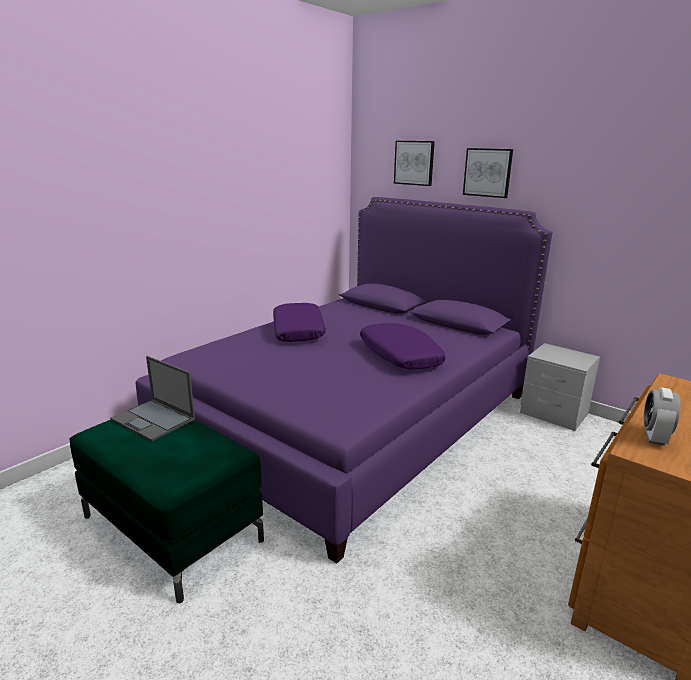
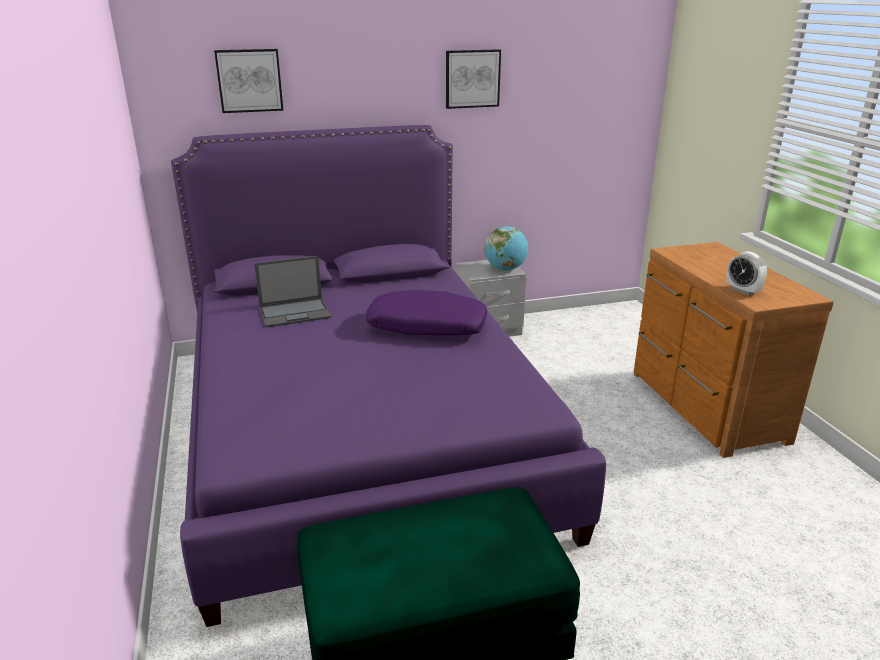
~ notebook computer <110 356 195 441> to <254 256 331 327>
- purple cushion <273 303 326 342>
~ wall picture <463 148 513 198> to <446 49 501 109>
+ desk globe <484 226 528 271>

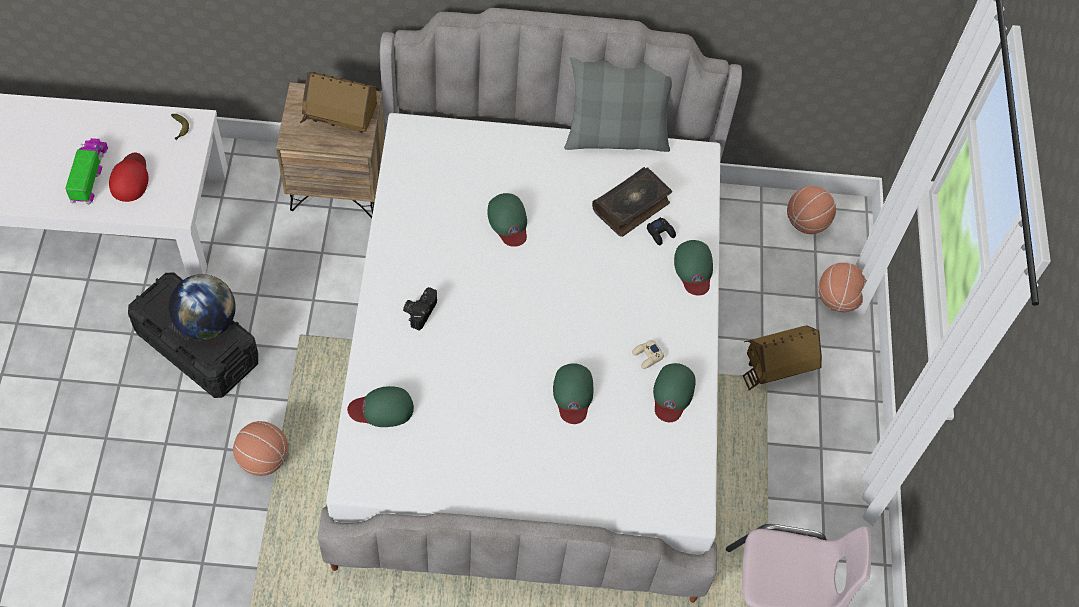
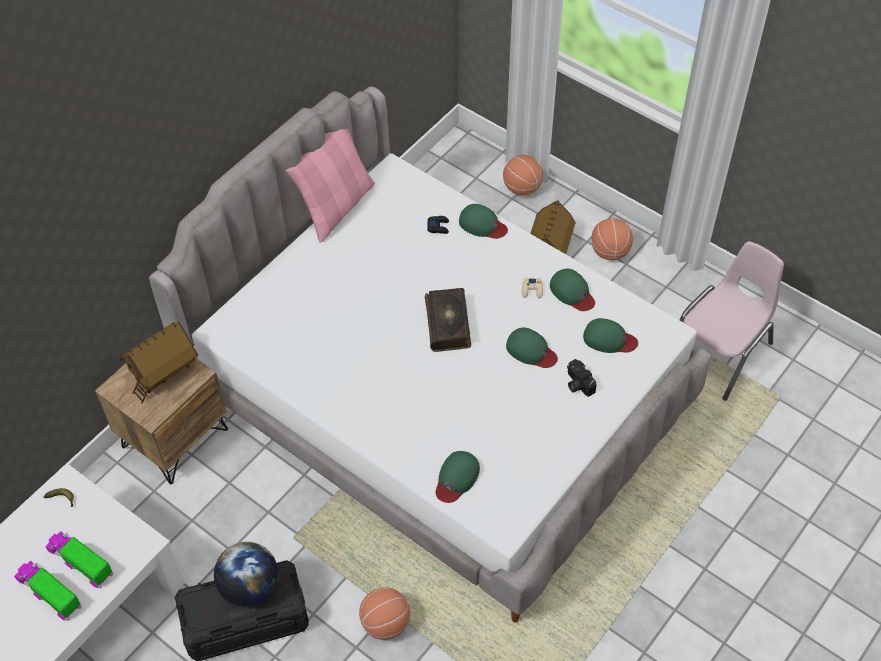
~ reddish cap <109 153 149 202> to toy truck <45 531 113 588>
~ still camera <403 287 437 330> to <567 359 597 397>
~ green cap <487 193 527 247> to <583 318 638 353>
~ grey cushion <564 57 672 152> to pinkish cushion <286 128 375 243>
~ book <592 167 672 237> to <425 288 471 352>
~ ball for basketball <787 186 836 234> to <591 218 633 260>

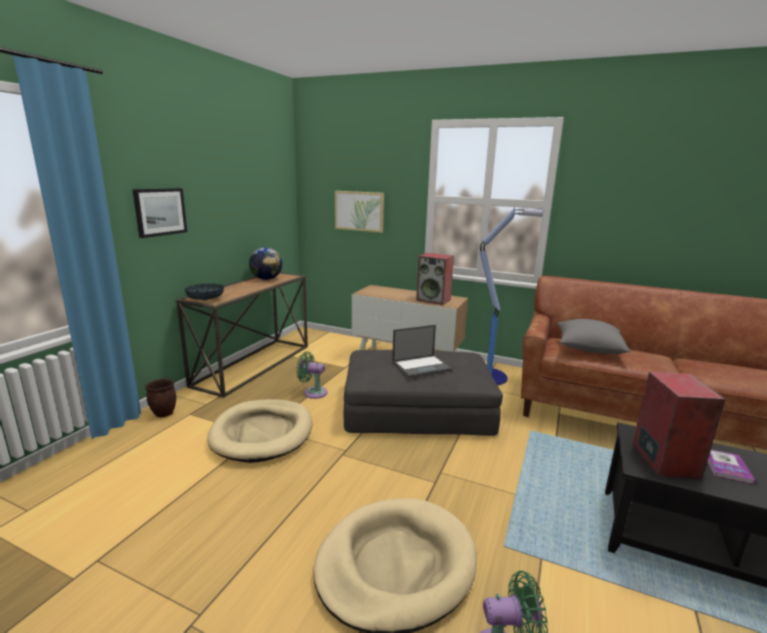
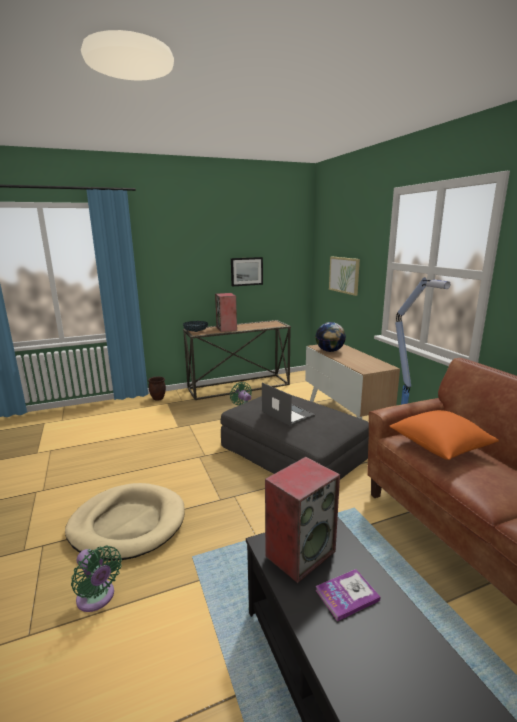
~ wall picture <132 188 187 238> to <231 257 263 286>
- beige-coloured dog cushion <207 399 312 463>
~ desk globe <249 247 282 280> to <315 322 346 352>
~ notebook computer <392 325 452 378> = <262 383 315 426> 150 degrees counterclockwise
~ audio speaker <416 253 454 305> to <215 293 237 332>
~ grey cushion <557 319 631 354> to orangey cushion <389 410 499 460>

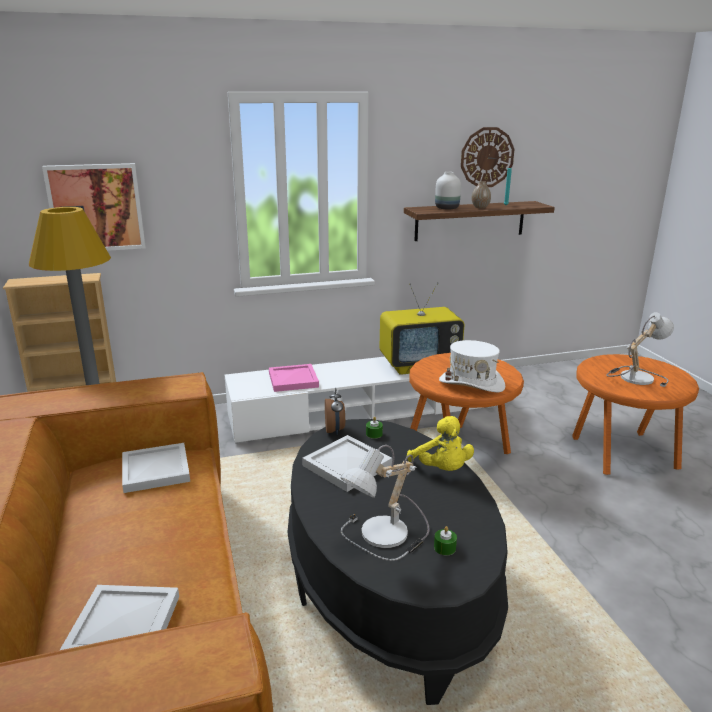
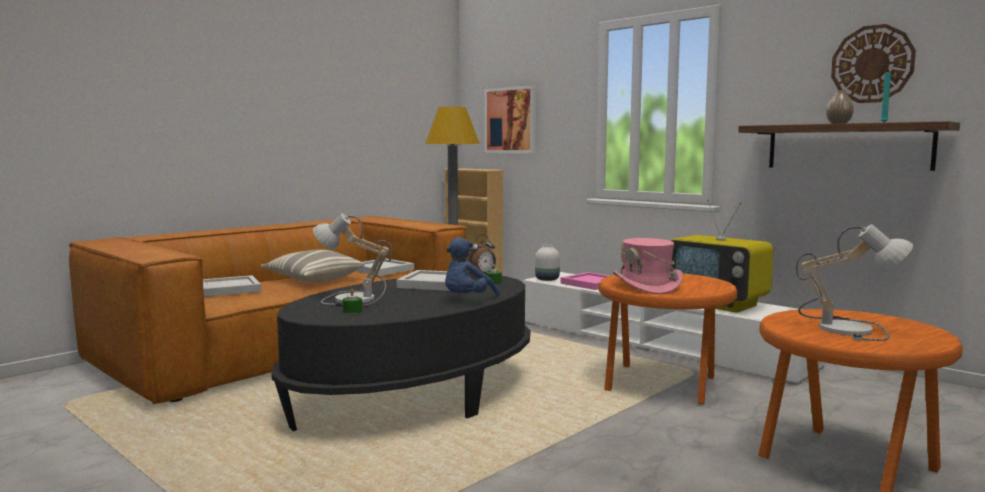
~ yellow-coloured plush toy <407 416 474 471> to blue plush toy <445 237 500 296>
~ whitish flower vase <435 172 461 209> to <535 244 560 281>
~ whitish wearable hat <439 340 506 392> to pinkish wearable hat <613 238 683 294>
+ cushion <261 249 365 282>

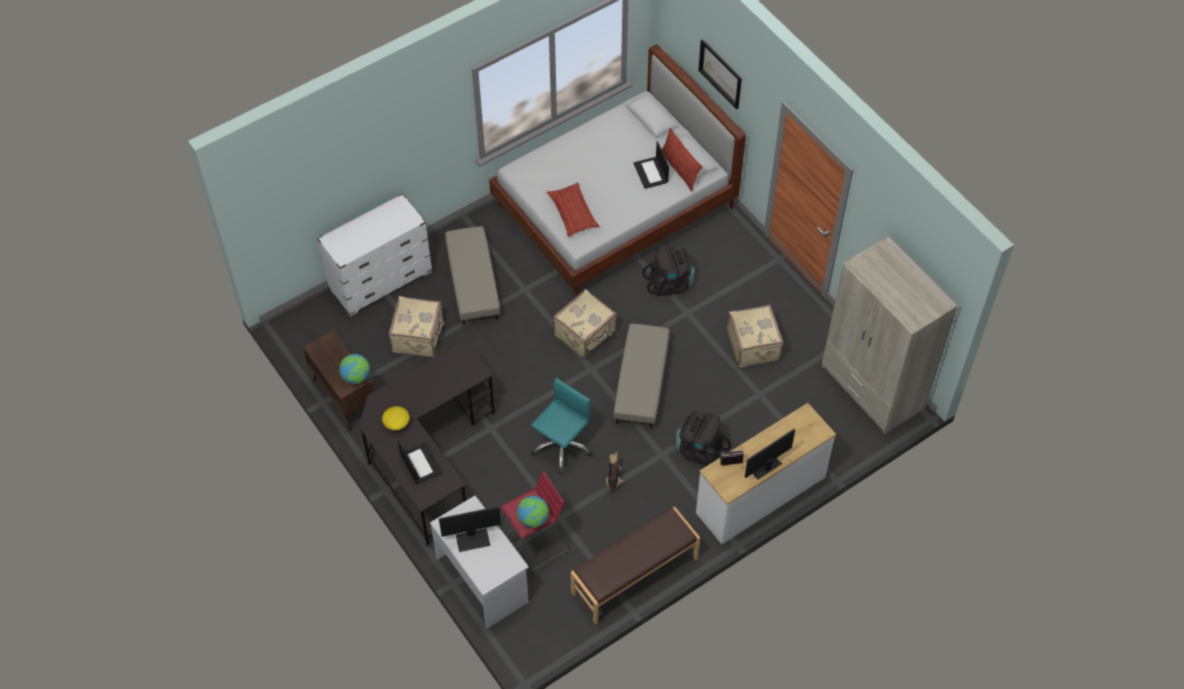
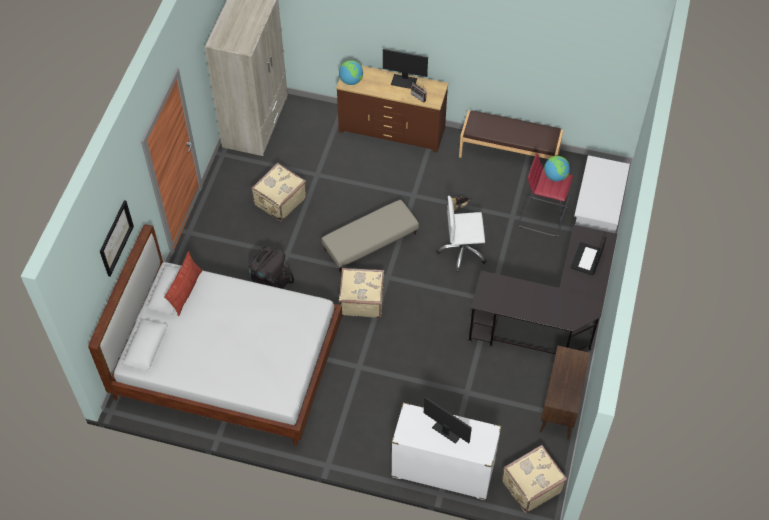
~ desk globe <339 354 370 384> to <339 60 363 85>
- yellow-coloured deep dish <382 406 410 430>
~ beige-coloured suitcase <388 296 445 357> to <502 445 567 513>
~ computer screen <439 506 501 552> to <424 397 472 444>
- beige-coloured ottoman <445 226 500 326>
~ blue-green desk chair <531 378 592 473> to whitish desk chair <437 196 486 272>
- cushion <547 183 599 237>
- notebook computer <633 141 669 189>
- black-coloured rucksack <676 412 731 466>
~ whitish chest of drawers <696 403 836 544> to brown-coloured chest of drawers <336 66 449 152>

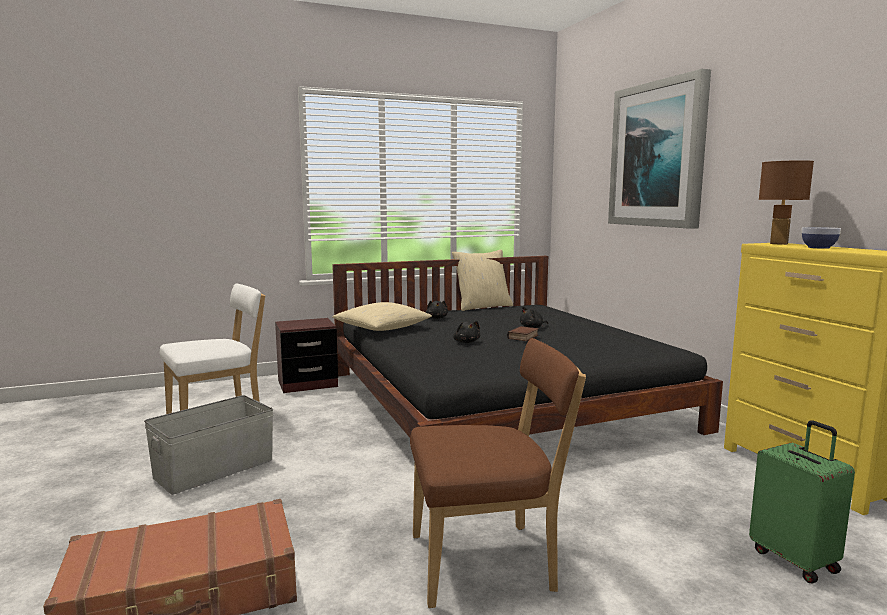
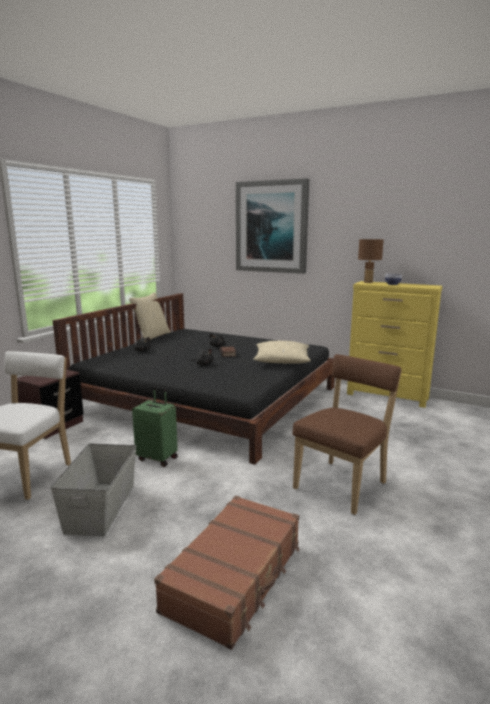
~ beige-coloured cushion <332 302 432 331> to <253 341 311 364>
~ green suitcase <749 420 855 584> to <132 386 178 467>

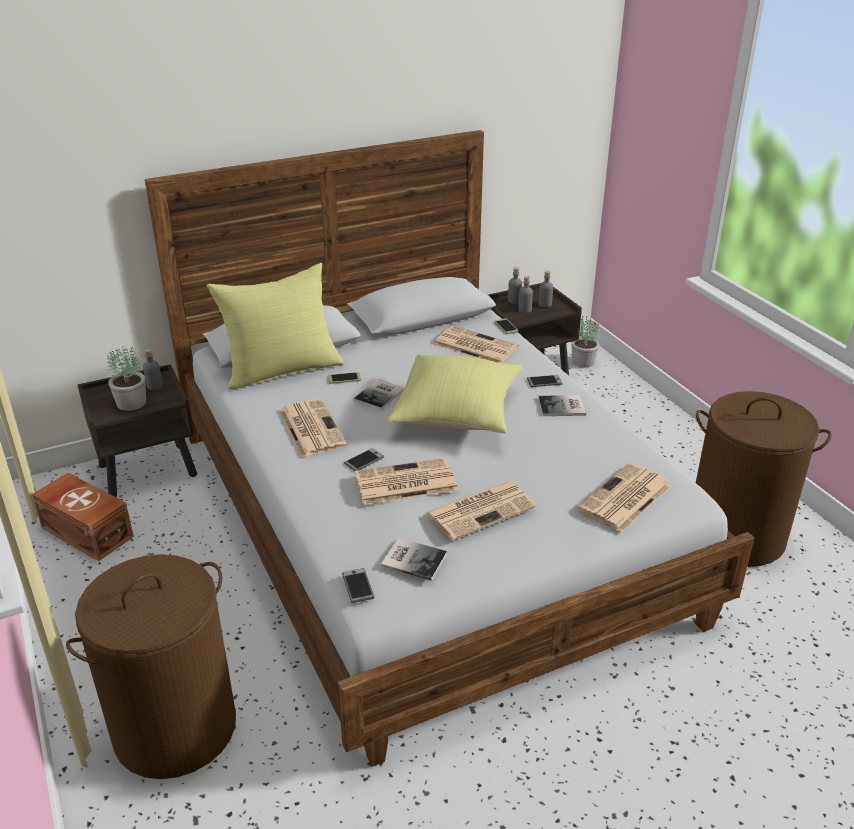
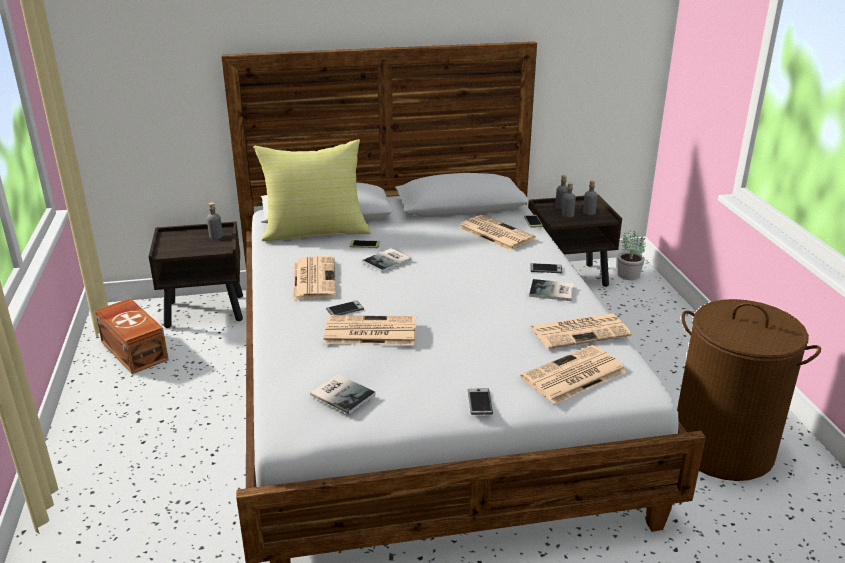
- brown-coloured washing basket <66 554 236 779>
- houseplant <107 346 146 411>
~ telephone <342 568 375 603> to <468 389 493 415>
- yellow-coloured cushion <387 354 523 434>
~ newspaper <425 481 536 541> to <531 313 632 349>

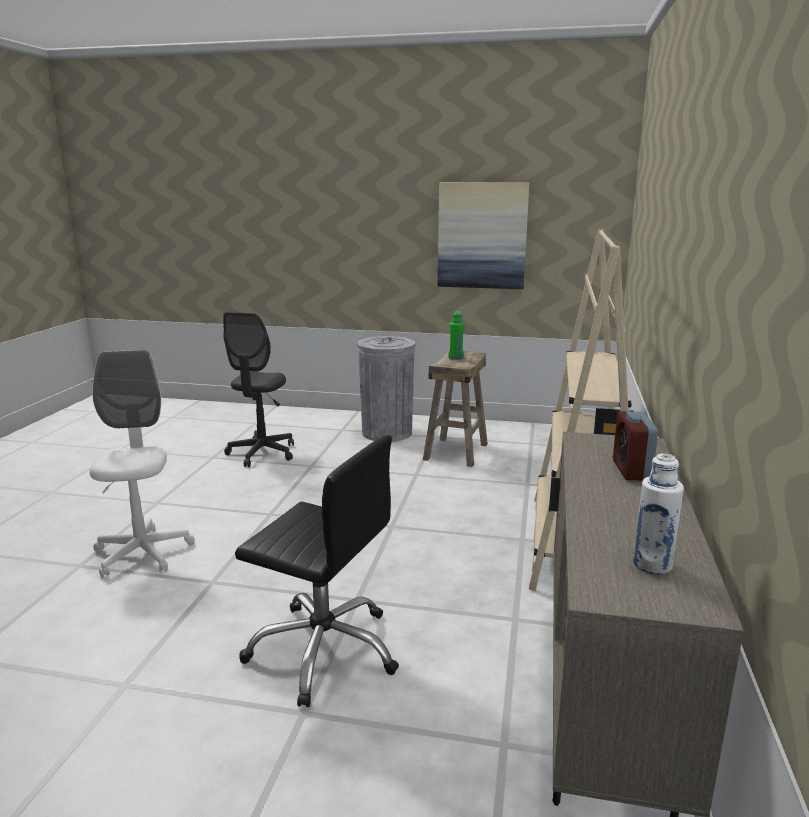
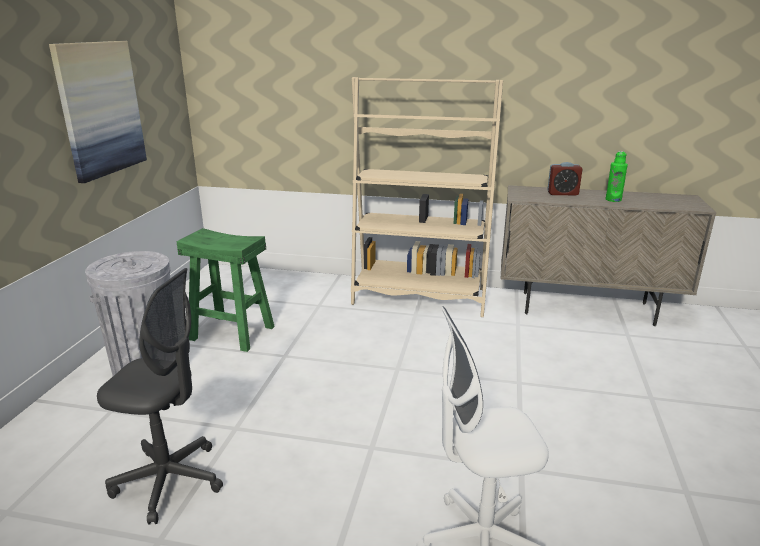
- black-coloured desk chair <235 435 399 707>
~ beige-coloured sitting stool <423 351 488 467> to green sitting stool <177 228 275 352>
~ green bottle <449 311 465 360> to <606 151 628 202>
- whitish bottle <633 453 684 574>

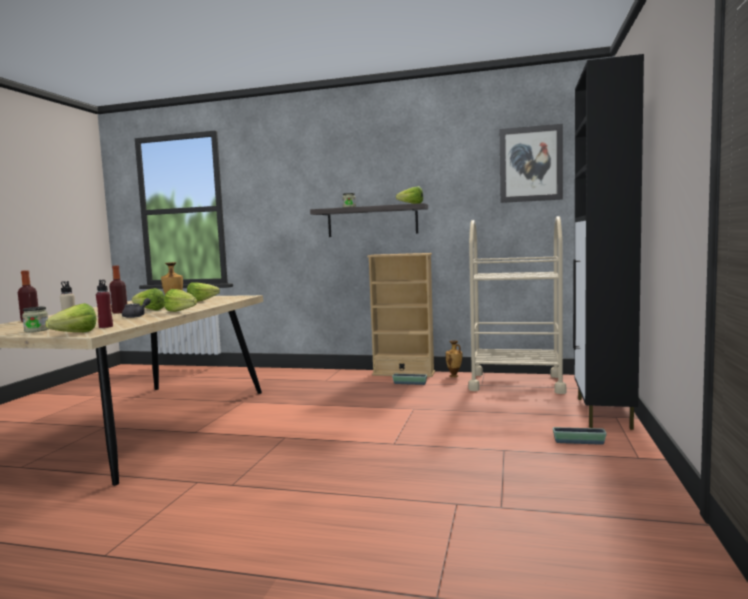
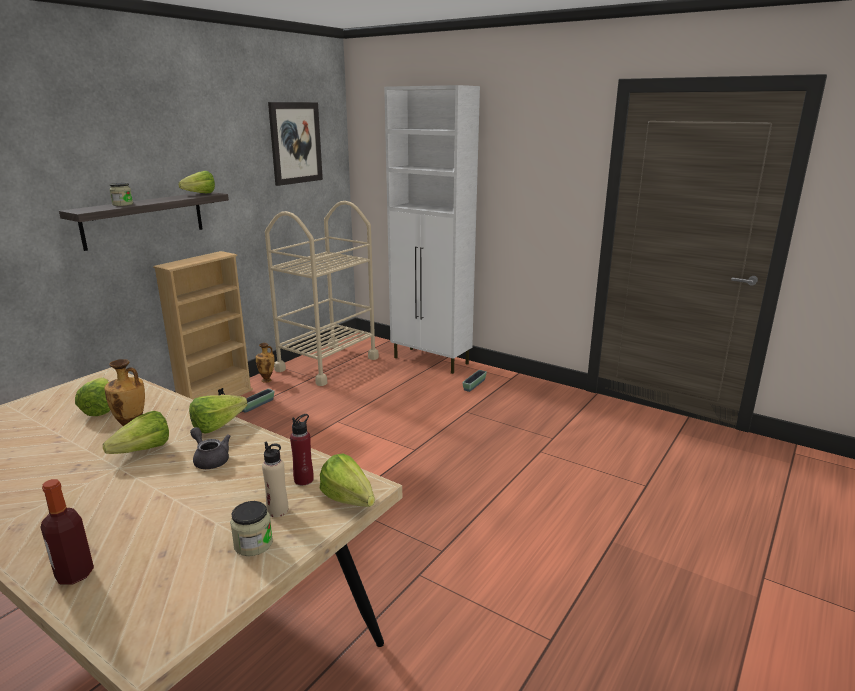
- bottle <109 265 127 314>
~ black-coloured cabinet <573 54 644 430> to whitish cabinet <384 85 480 374>

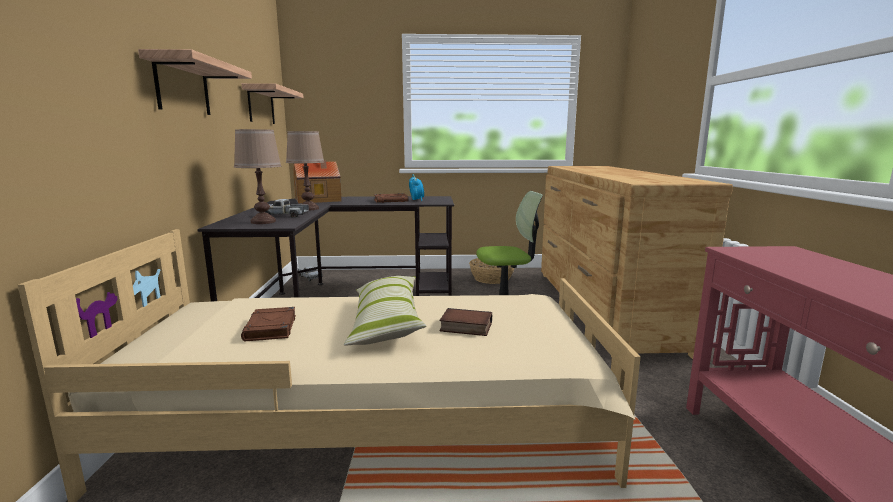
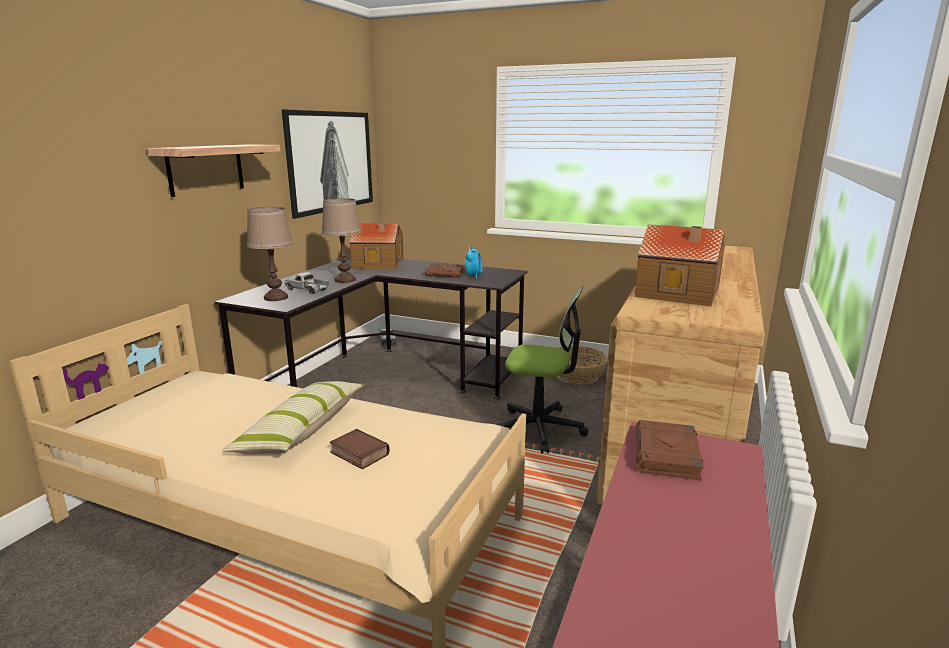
~ brown-coloured book <241 307 296 341> to <636 420 703 481>
~ shelf <242 83 303 124> to wall picture <282 109 373 219>
+ miniature house <635 224 725 306>

